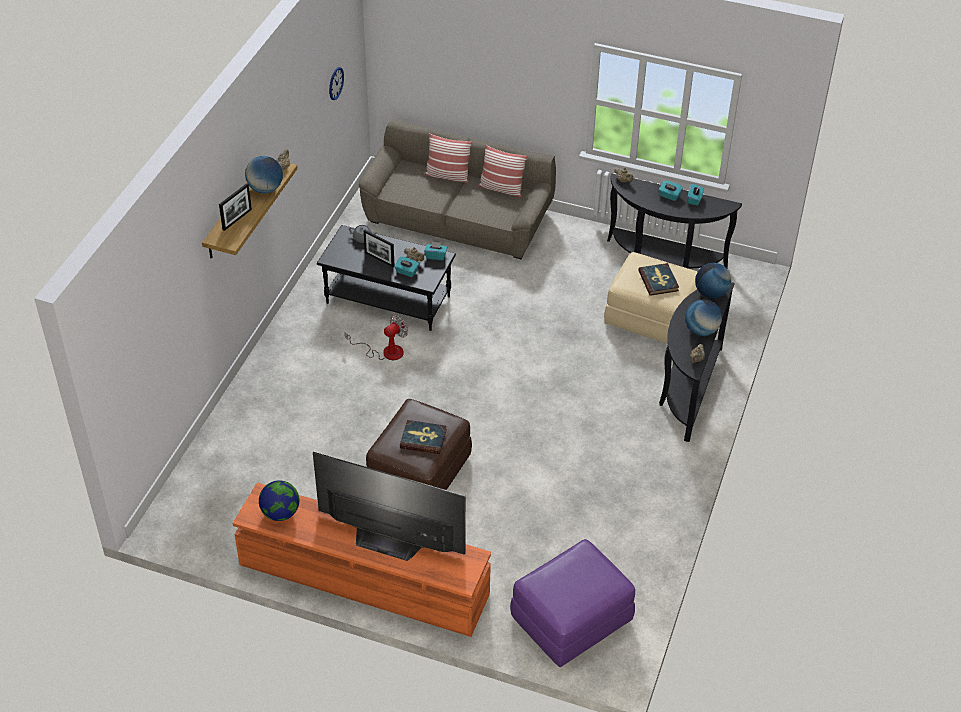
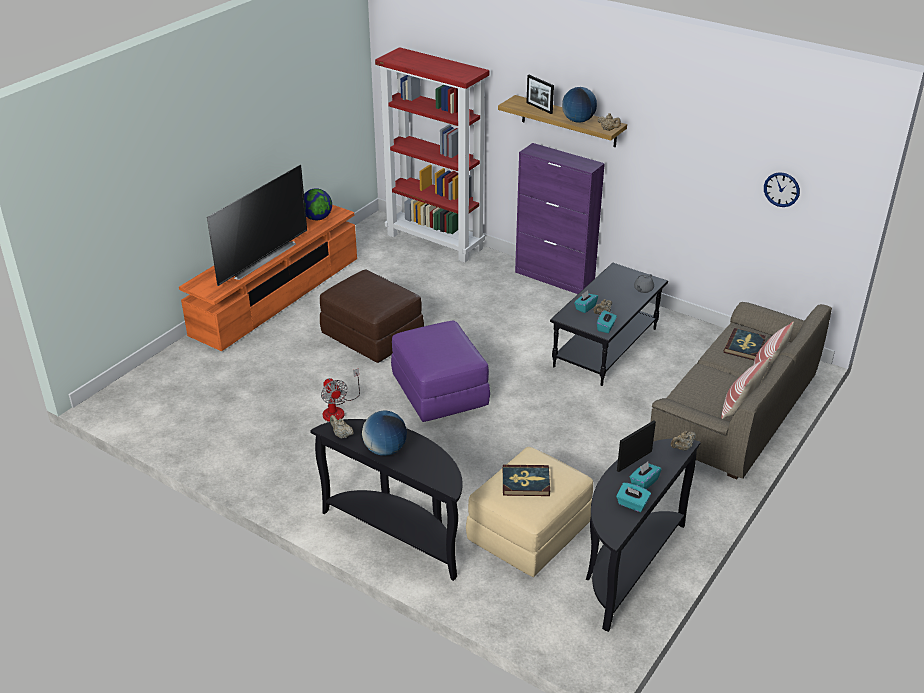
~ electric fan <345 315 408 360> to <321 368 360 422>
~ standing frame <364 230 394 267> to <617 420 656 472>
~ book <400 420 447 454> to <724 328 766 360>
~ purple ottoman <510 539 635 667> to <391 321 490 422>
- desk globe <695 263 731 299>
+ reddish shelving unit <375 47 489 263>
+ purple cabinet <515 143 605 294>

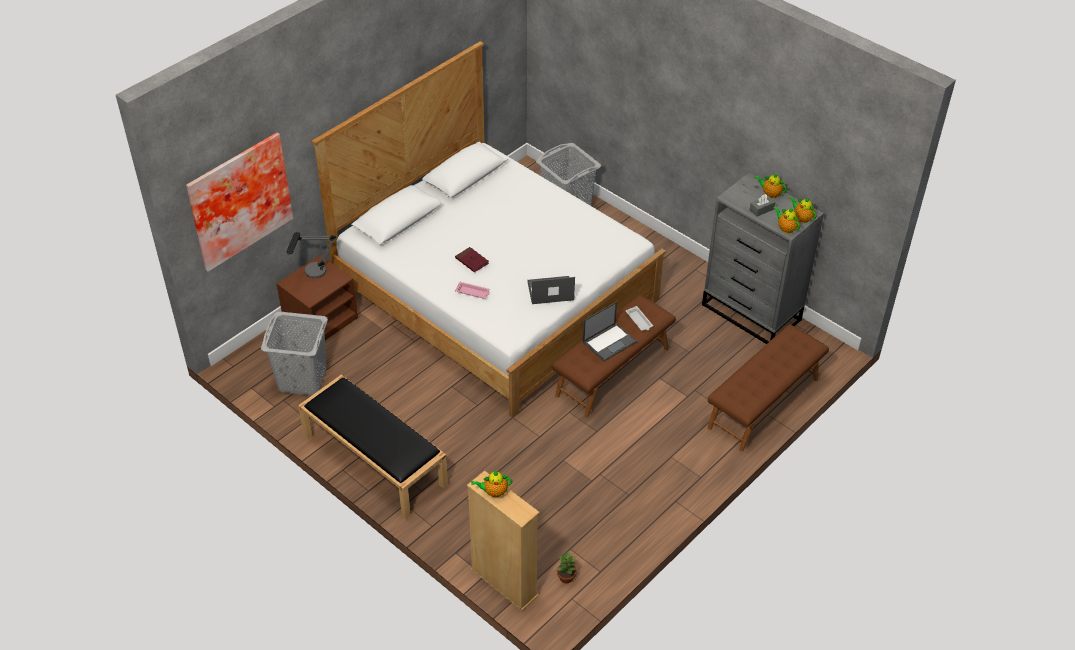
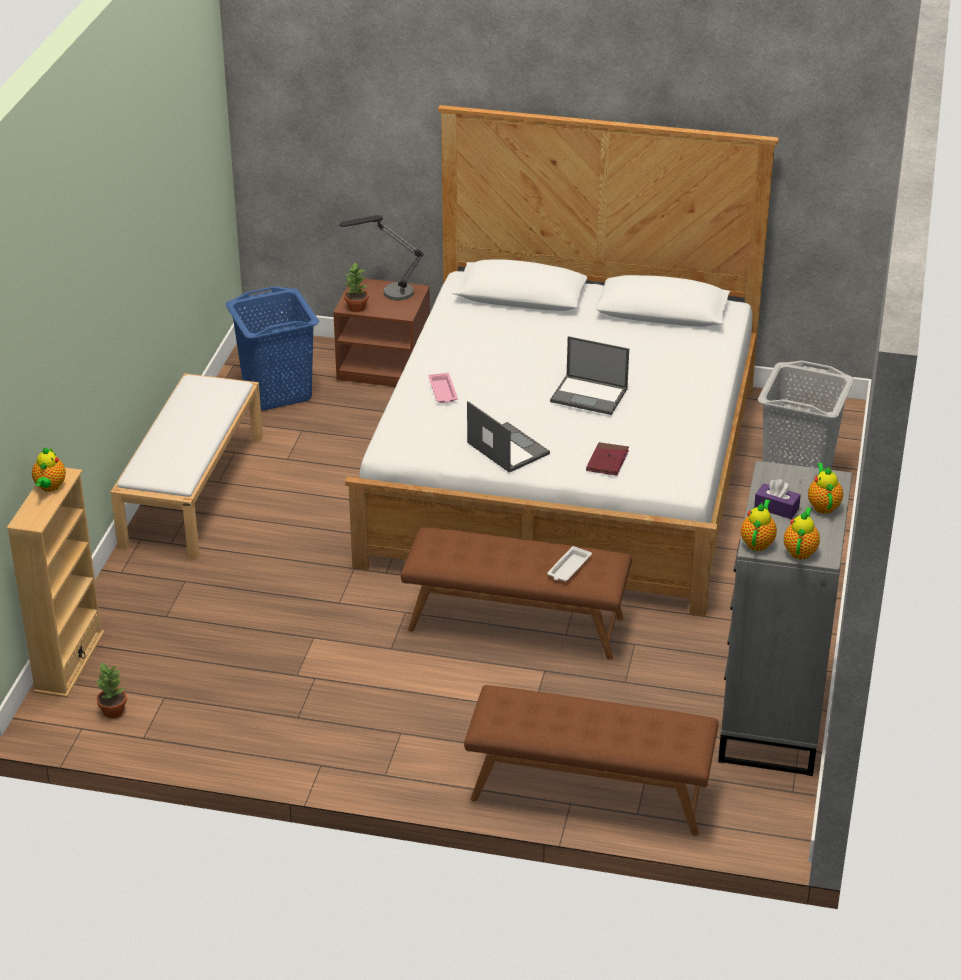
- wall picture <186 132 293 272>
~ grey washing basket <261 311 328 395> to blue washing basket <225 287 319 410>
~ black-coloured indoor bench <298 375 448 519> to whitish indoor bench <111 373 263 560>
~ reddish book <455 247 489 272> to <586 442 629 476>
~ pot for tea <471 471 512 497> = <32 447 66 492> 135 degrees counterclockwise
~ notebook computer <583 302 637 361> to <550 336 629 415>
~ grey tissue holder <750 194 776 217> to purple tissue holder <754 479 801 519>
+ houseplant <344 263 369 312>

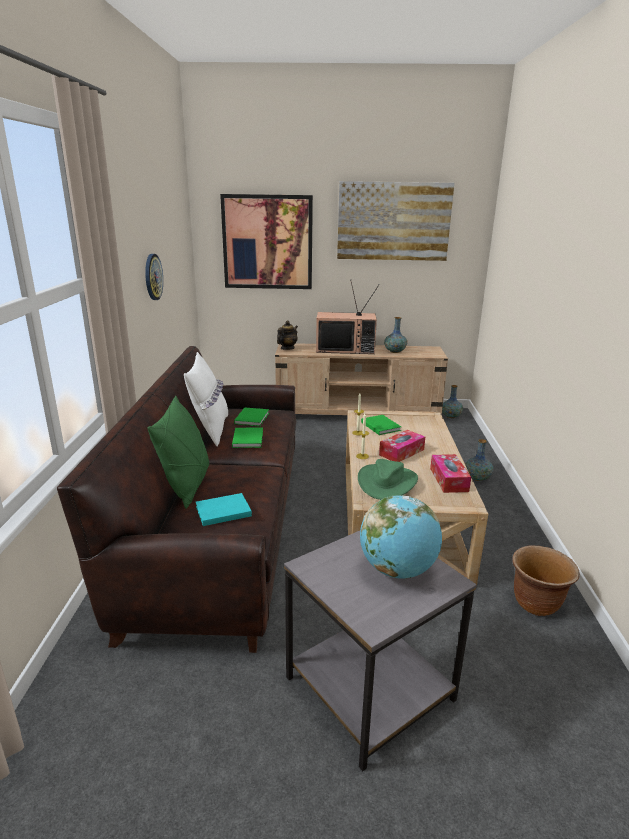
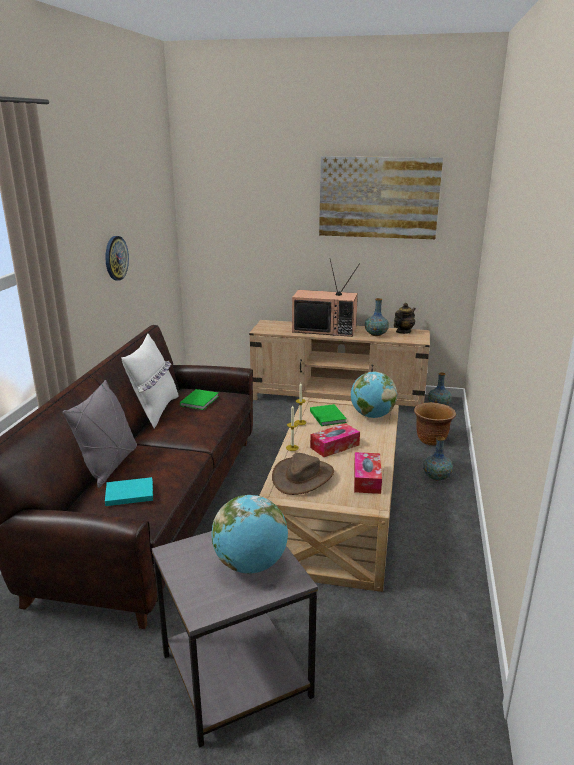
~ green cushion <147 396 209 509> to grey cushion <63 380 137 488>
- wall picture <220 194 313 289>
- green book <232 427 263 448>
~ pot for tea <277 320 298 350> to <394 303 416 334>
~ green wearable hat <358 459 418 500> to brown-coloured wearable hat <272 453 334 495>
~ brown-coloured plant pot <512 545 580 616> to <414 402 456 446>
+ desk globe <351 372 397 418>

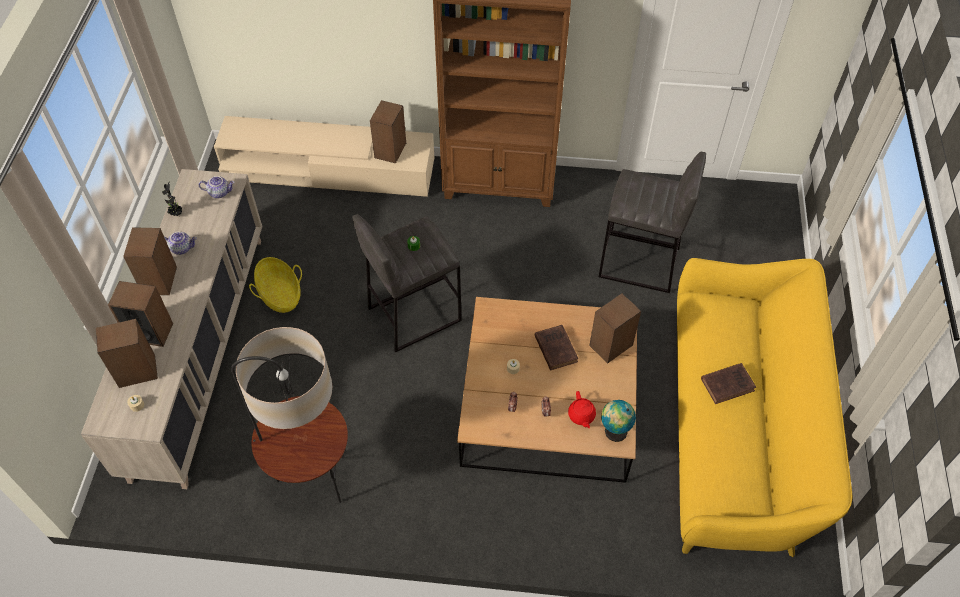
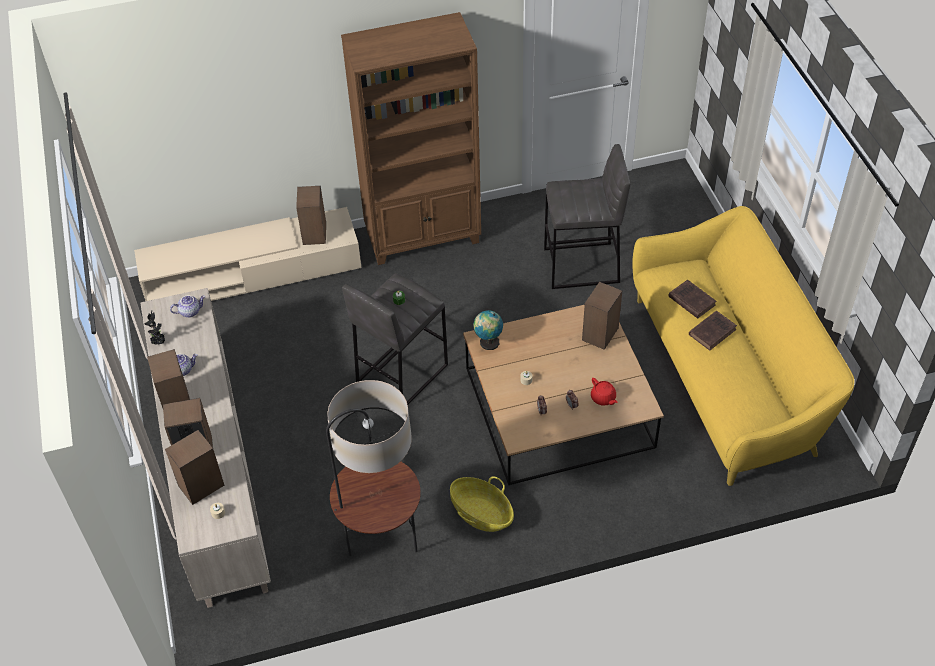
~ storage basket <249 257 302 313> to <450 477 514 532>
~ brown-coloured book <535 325 578 370> to <669 280 716 319>
~ desk globe <601 400 636 442> to <473 310 503 350>

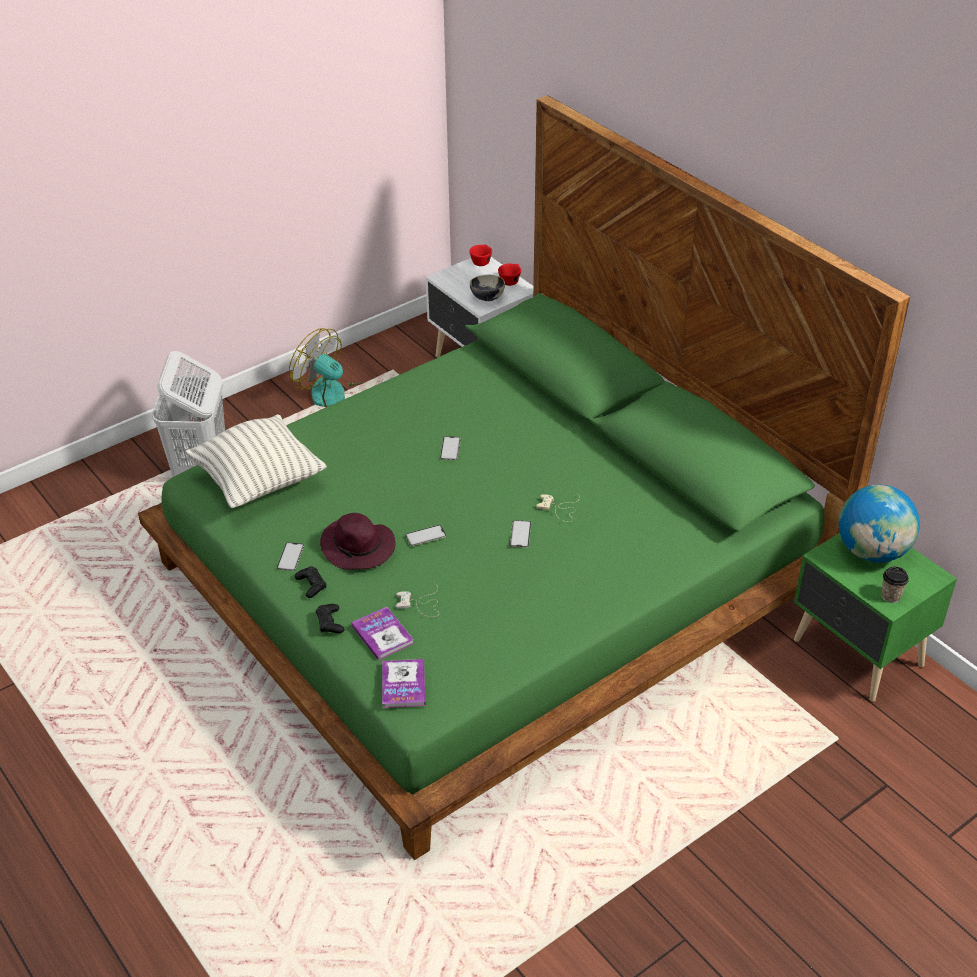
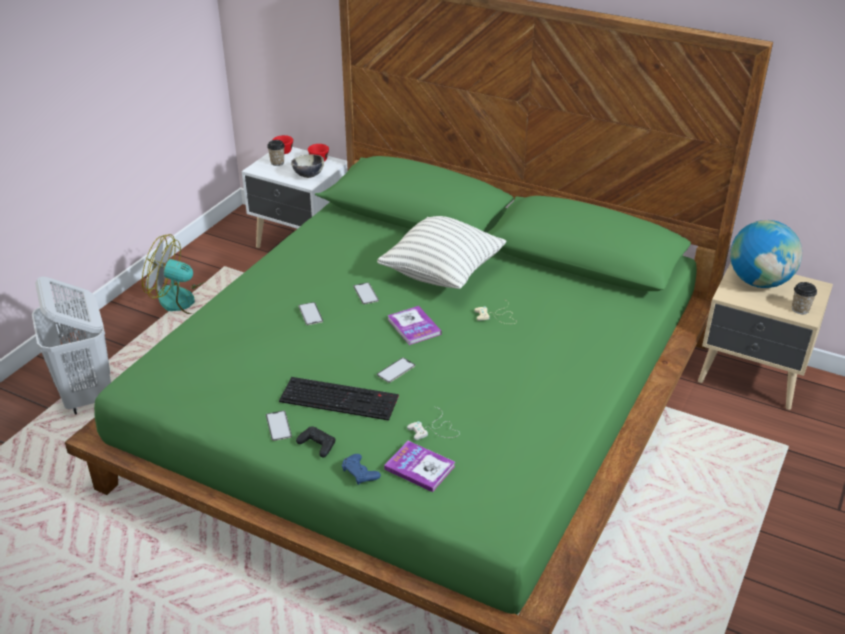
~ cushion <185 414 327 508> to <377 216 506 289>
~ black-coloured gamepad <316 604 345 633> to blue gamepad <342 454 381 485>
~ purple wearable hat <320 513 396 570> to PC keyboard <279 377 399 421>
~ book <382 659 426 708> to <387 306 442 345>
~ telephone <510 520 531 548> to <298 302 323 325>
~ green bedside table <794 533 957 702> to beige-coloured bedside table <698 263 833 410>
+ drinking cup <267 140 285 166>

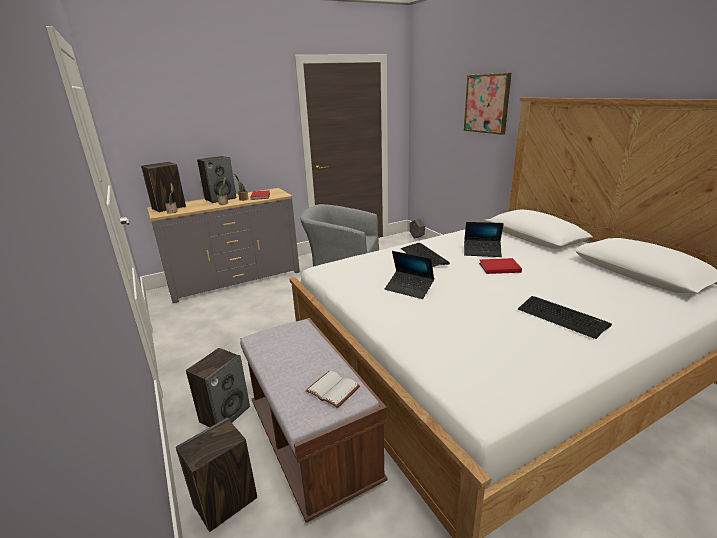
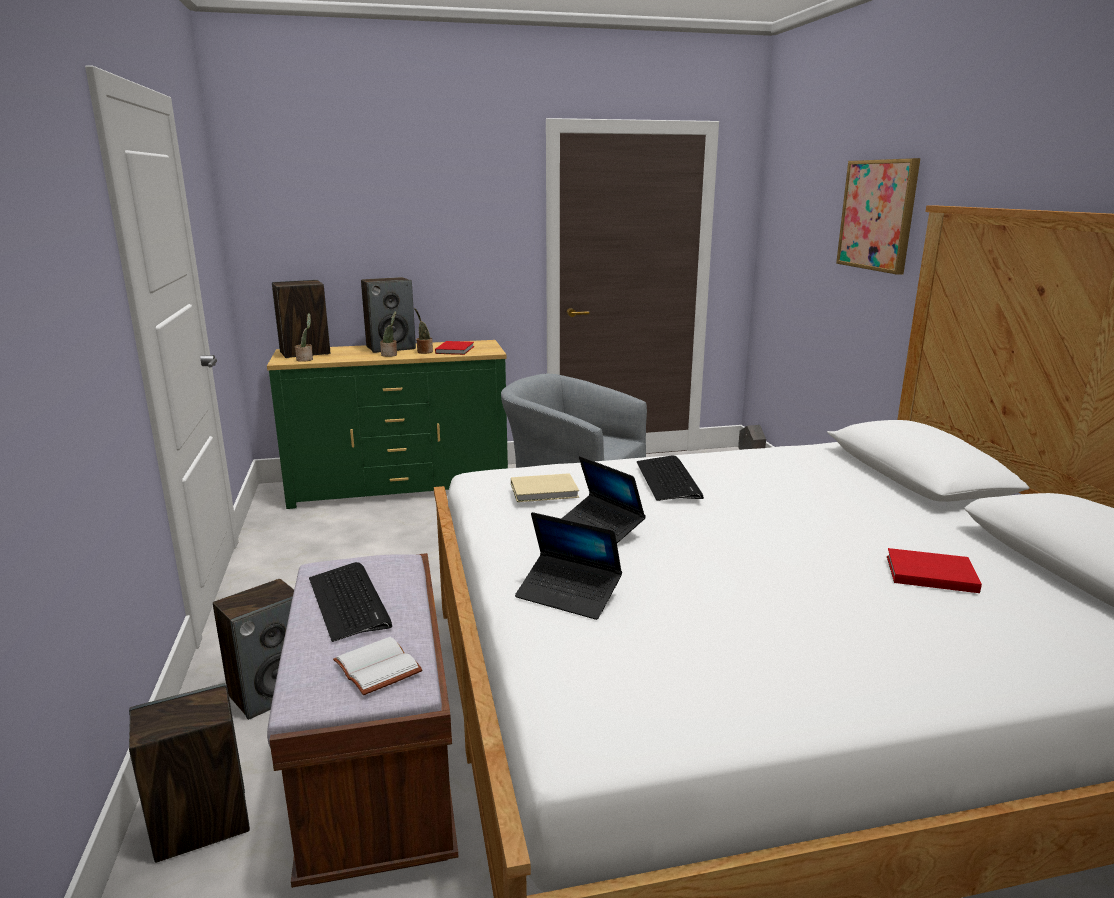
~ grey chest of drawers <147 188 300 303> to green chest of drawers <267 340 508 509>
~ notebook computer <464 222 504 257> to <515 512 622 620>
~ reddish book <479 258 522 274> to <887 548 982 593>
~ PC keyboard <518 296 612 339> to <309 562 392 642>
+ beige-coloured book <511 473 579 502>

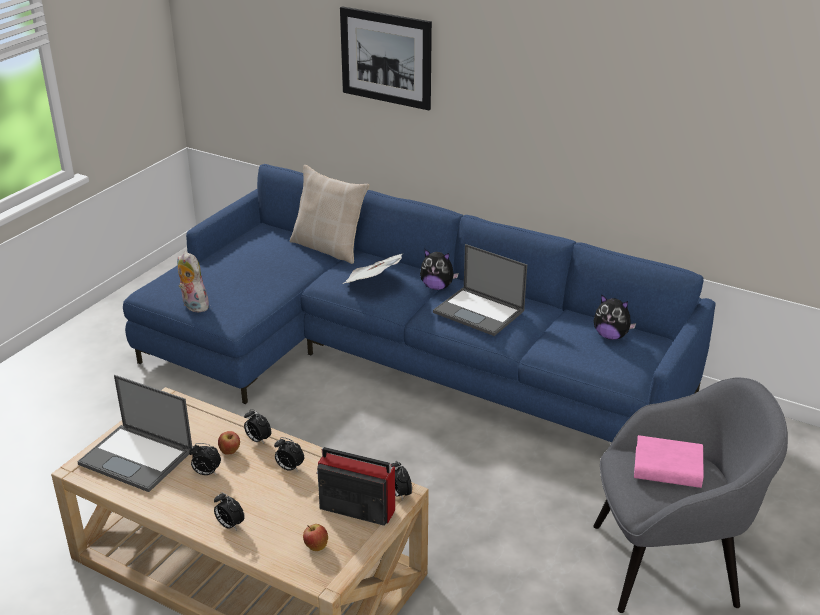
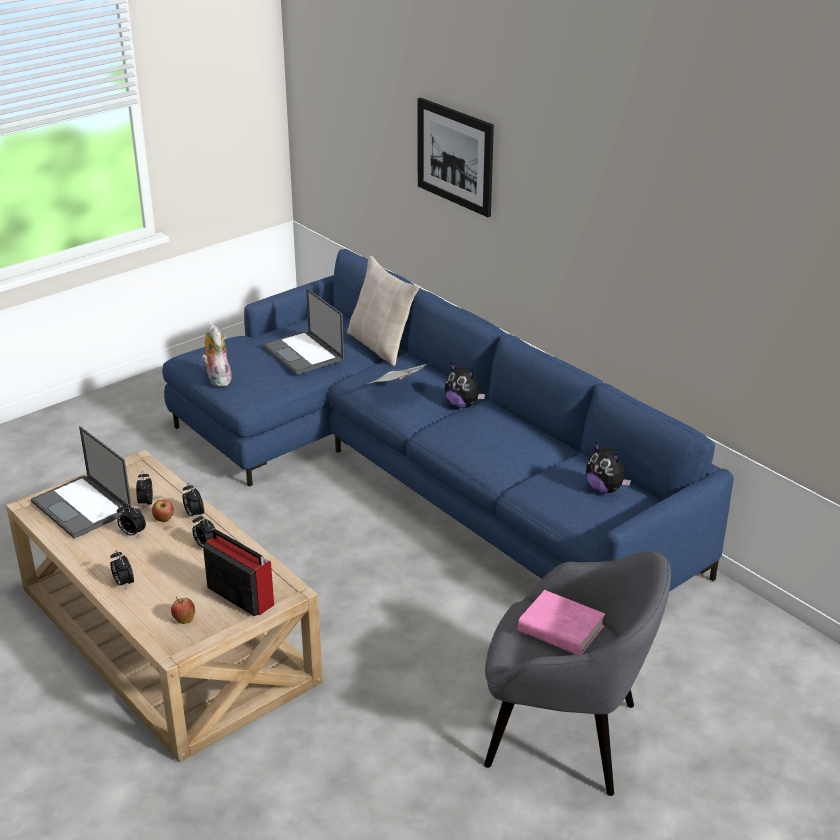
~ table clock <391 460 412 500> to <136 471 153 507>
~ notebook computer <433 244 527 336> to <263 288 344 375>

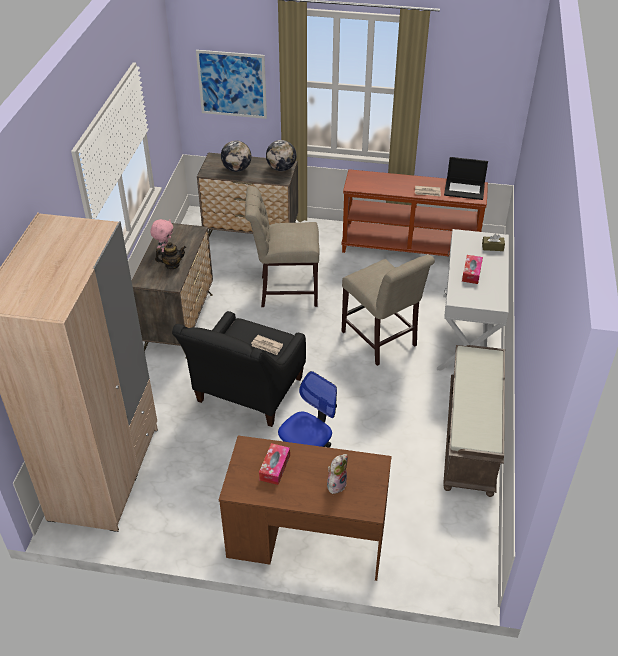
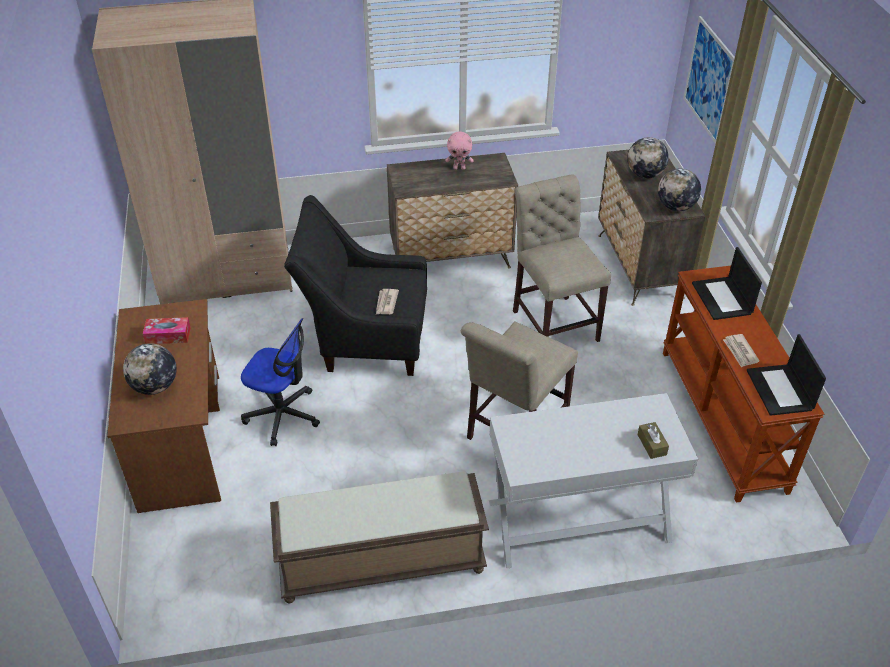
- pot for tea <155 242 186 269>
~ plush toy <327 454 348 494> to desk globe <123 343 176 395>
- tissue holder <462 255 483 284>
+ notebook computer <692 247 762 320>

